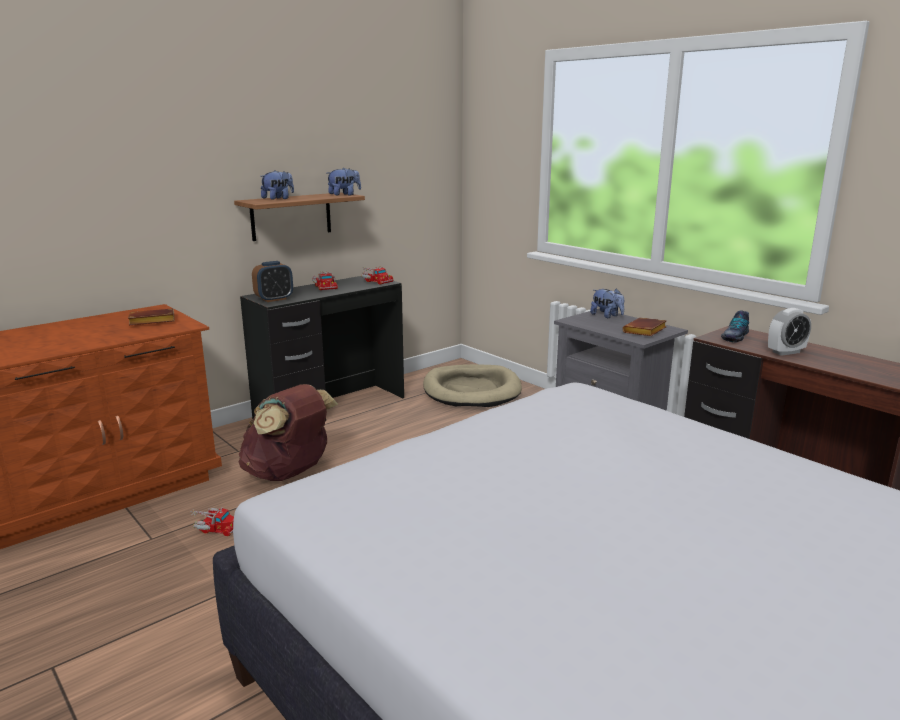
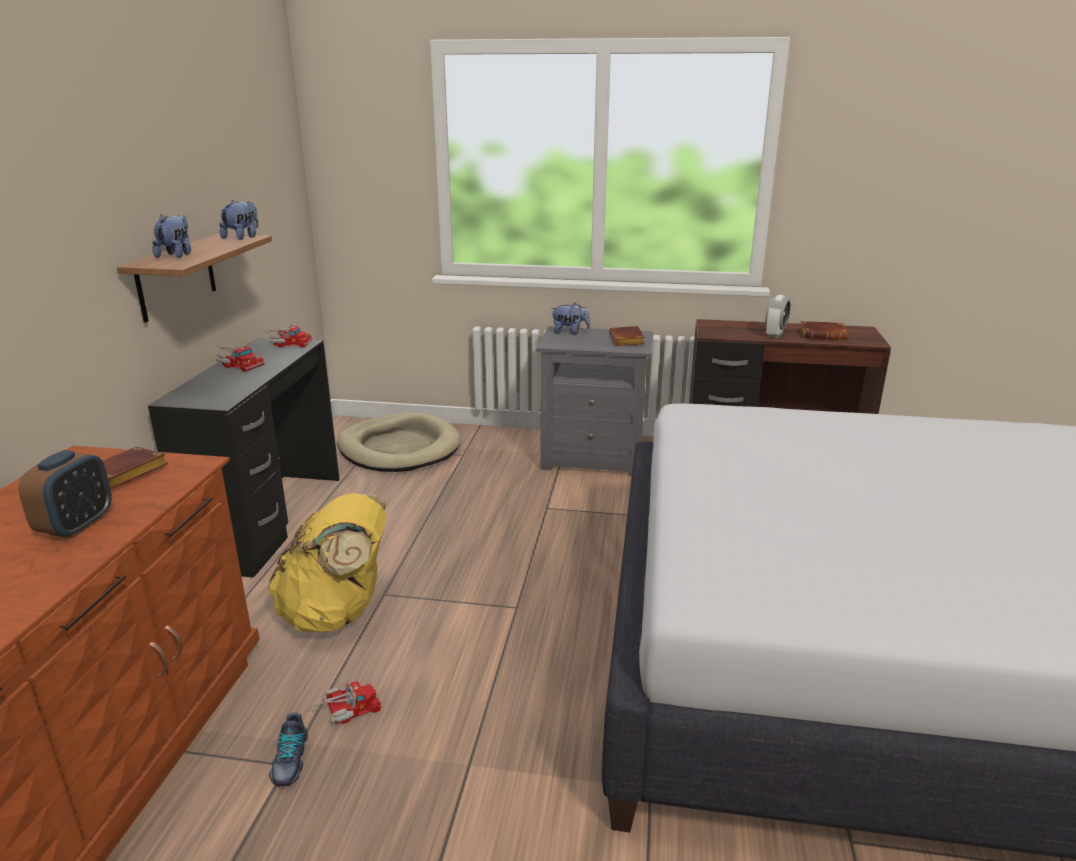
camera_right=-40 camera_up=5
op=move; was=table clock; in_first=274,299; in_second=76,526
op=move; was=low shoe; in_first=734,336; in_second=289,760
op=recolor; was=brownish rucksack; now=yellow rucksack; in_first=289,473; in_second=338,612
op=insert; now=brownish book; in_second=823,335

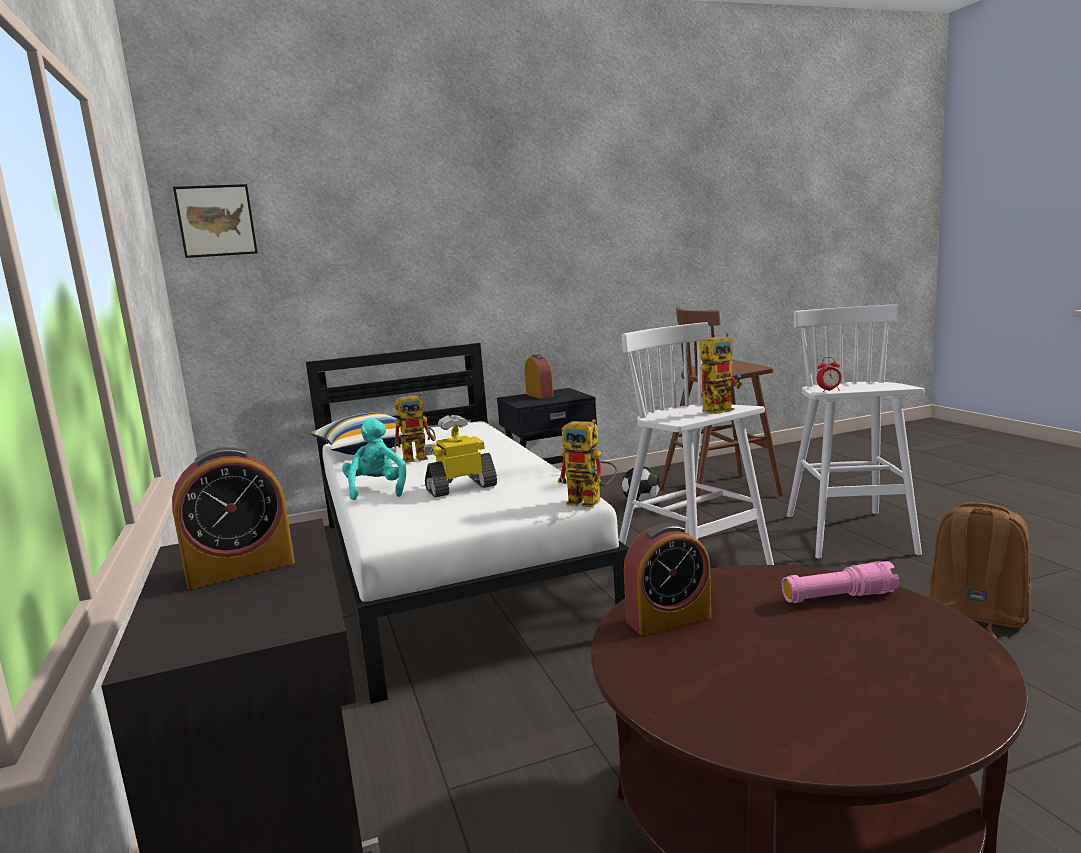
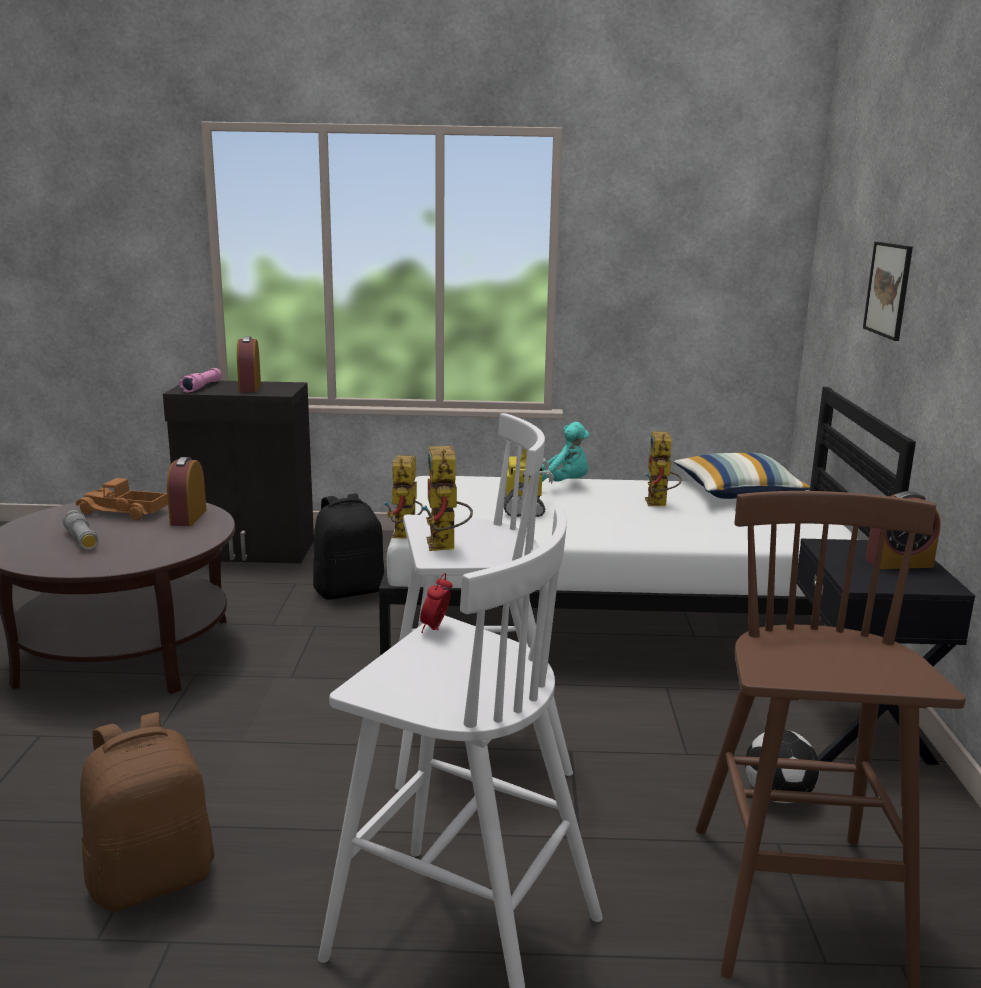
camera_right=110 camera_up=5
op=move; was=picture; in_first=216,221; in_second=888,289
op=rotate; was=robot figure; in_first=592,502; in_second=406,536; clockwise=-45
op=move; was=pinkish hand torch; in_first=838,597; in_second=202,387
op=insert; now=toy truck; in_second=123,512
op=insert; now=black-coloured rucksack; in_second=349,591
op=insert; now=grey hand torch; in_second=82,540

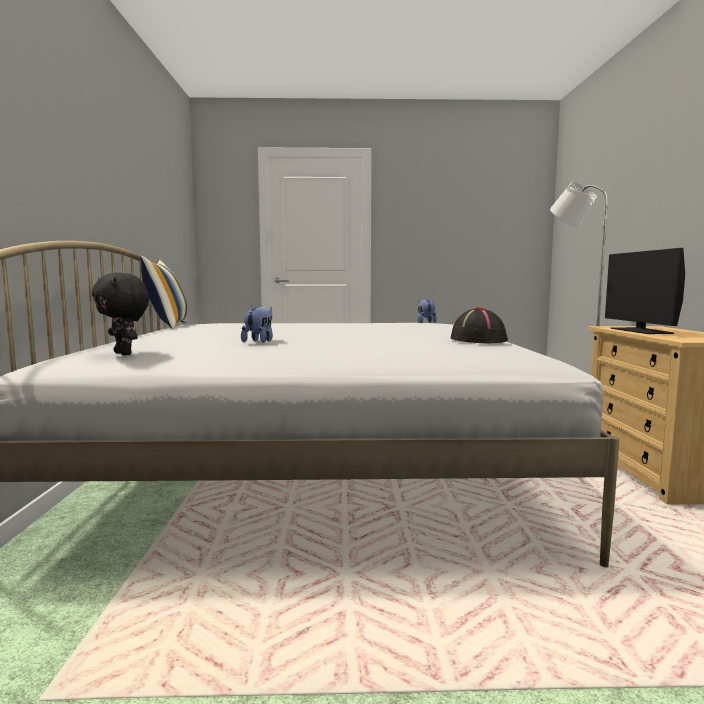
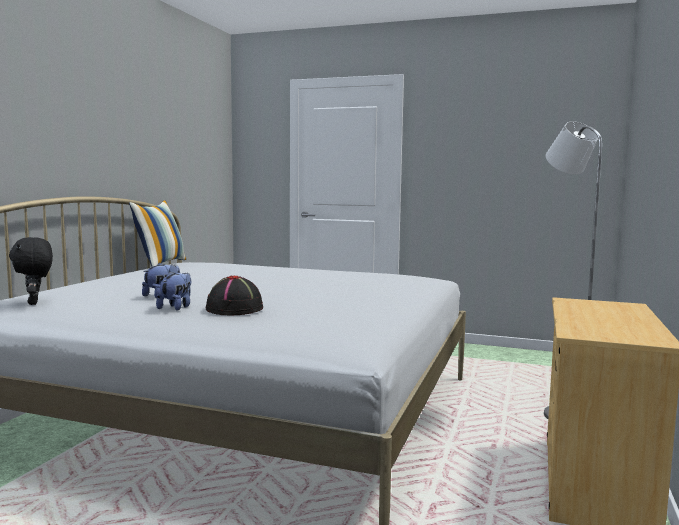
camera_right=20 camera_up=0
op=delete; was=computer display; in_first=640,331
op=move; was=soft toy; in_first=425,323; in_second=176,307
op=move; was=black-coloured clothing hat; in_first=477,340; in_second=235,309

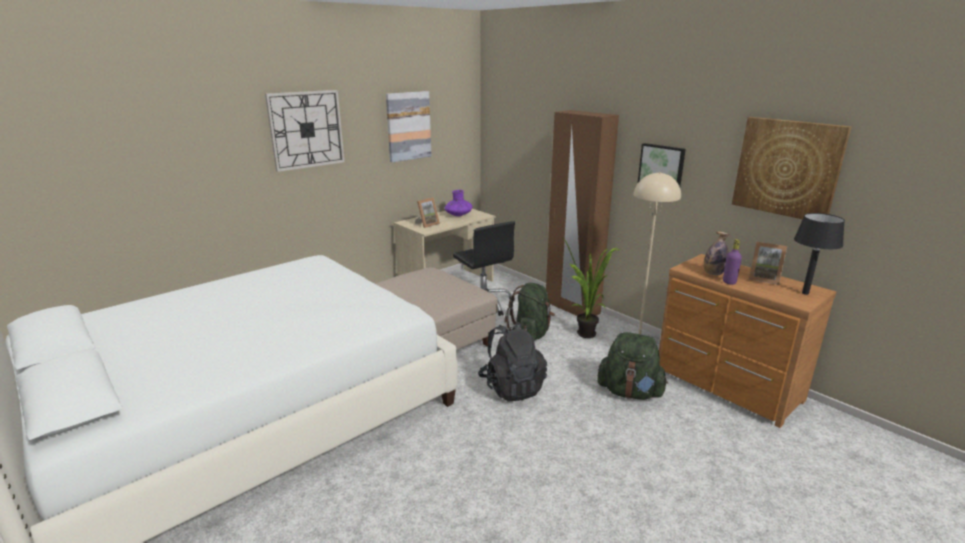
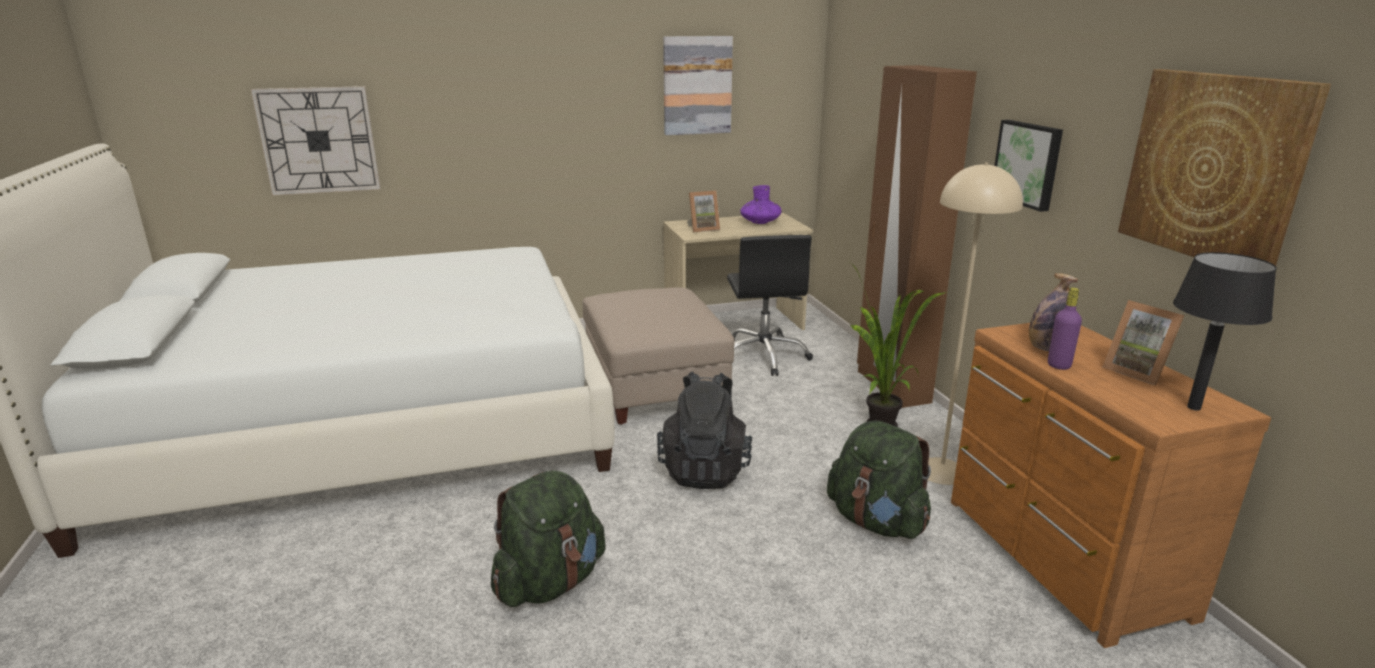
camera_right=25 camera_up=0
op=move; was=clock on the wall; in_first=306,130; in_second=318,140
op=move; was=greenish rucksack; in_first=531,334; in_second=550,582

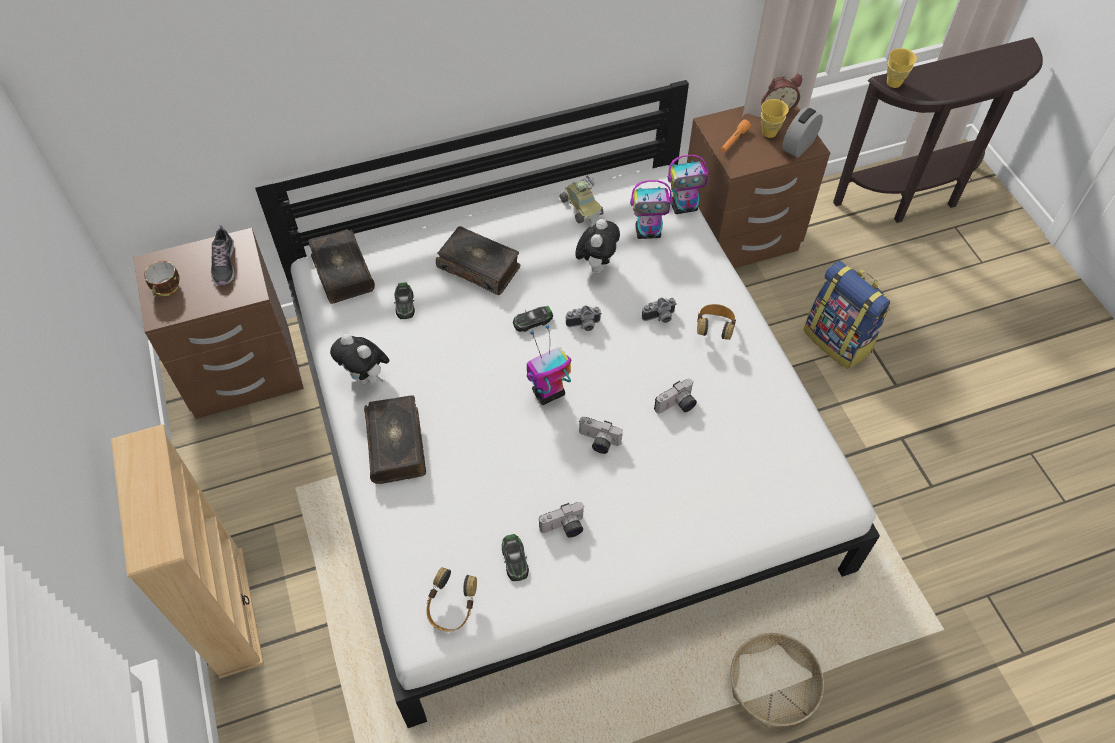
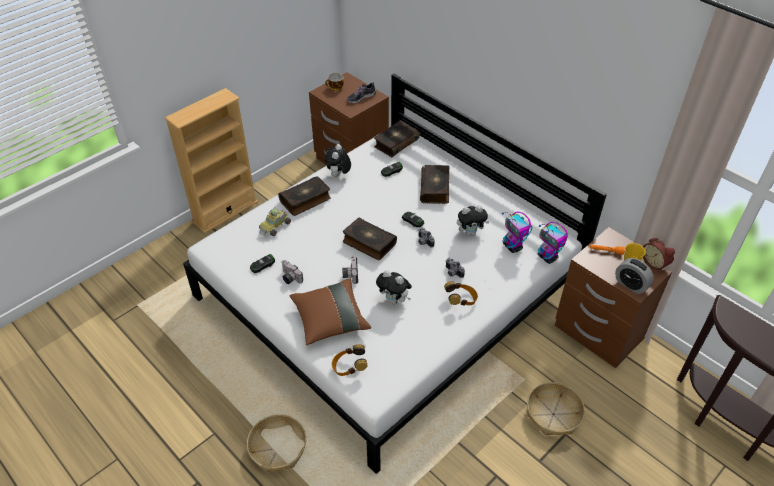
camera_right=65 camera_up=-10
op=delete; was=yellow drinking cup; in_first=893,83
op=rotate; was=table clock; in_first=798,146; in_second=631,285; clockwise=-150
op=move; was=miniature car; in_first=582,207; in_second=275,226
op=replace; was=rucksack; now=storage basket; in_first=838,341; in_second=553,414
op=replace; was=robot figure; now=book; in_first=548,394; in_second=368,243
op=replace; was=photo camera; now=soft toy; in_first=677,406; in_second=394,300
op=move; was=pair of headphones; in_first=452,608; in_second=349,367
op=insert; now=brownish cushion; in_second=330,319

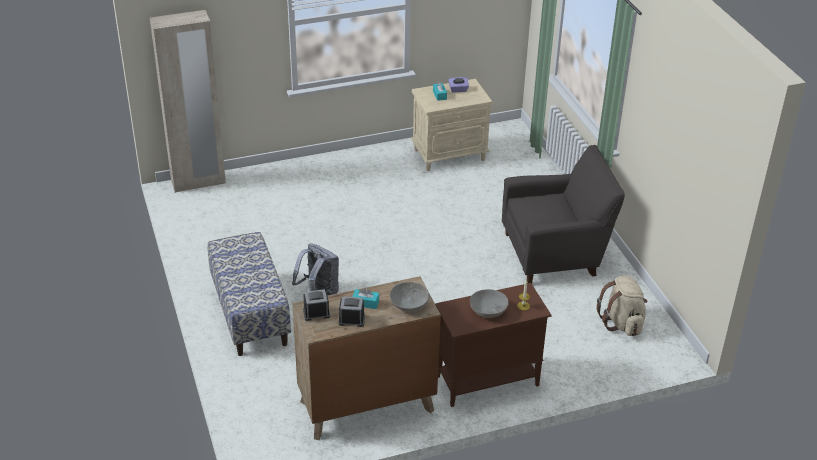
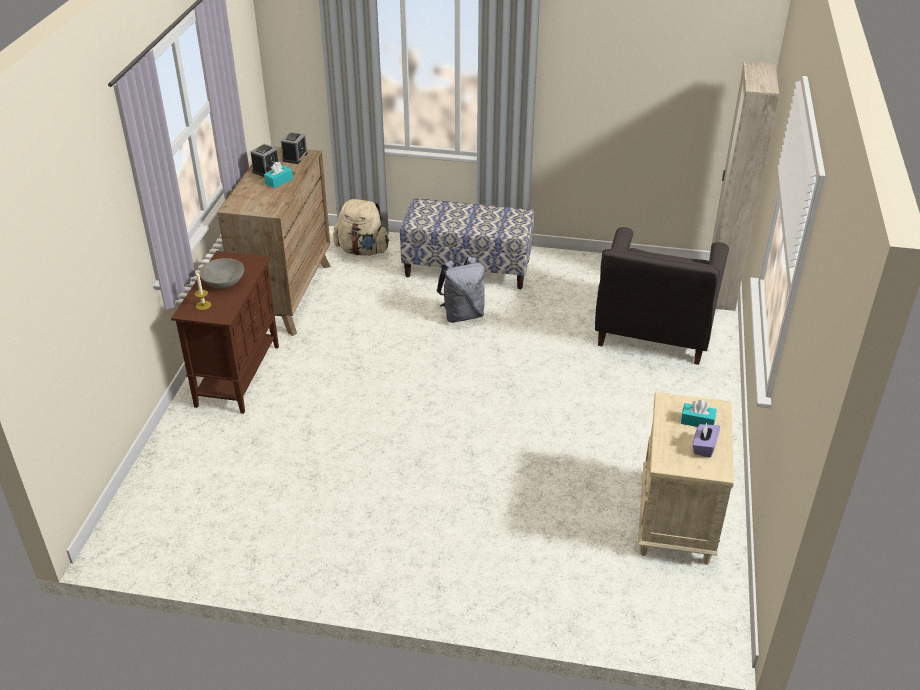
camera_right=120 camera_up=0
op=move; was=grey easy chair; in_first=555,253; in_second=653,334
op=move; was=beige rucksack; in_first=622,323; in_second=362,250
op=delete; was=grey bowl; in_first=409,304

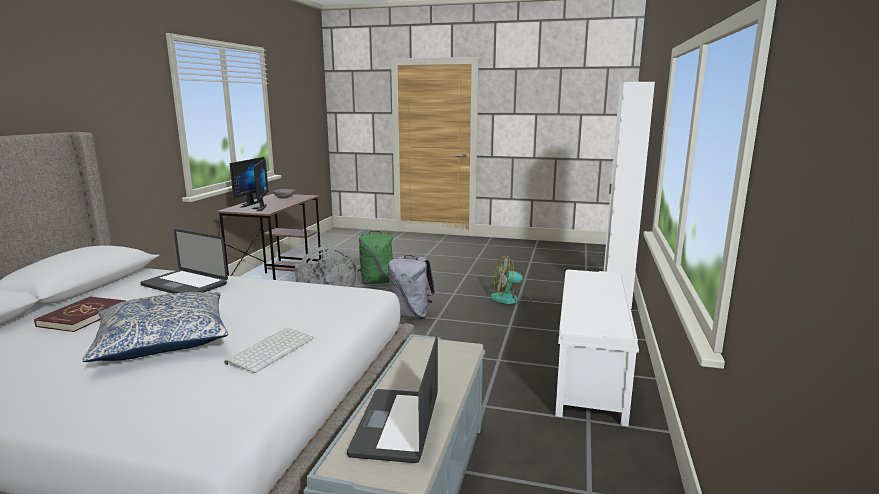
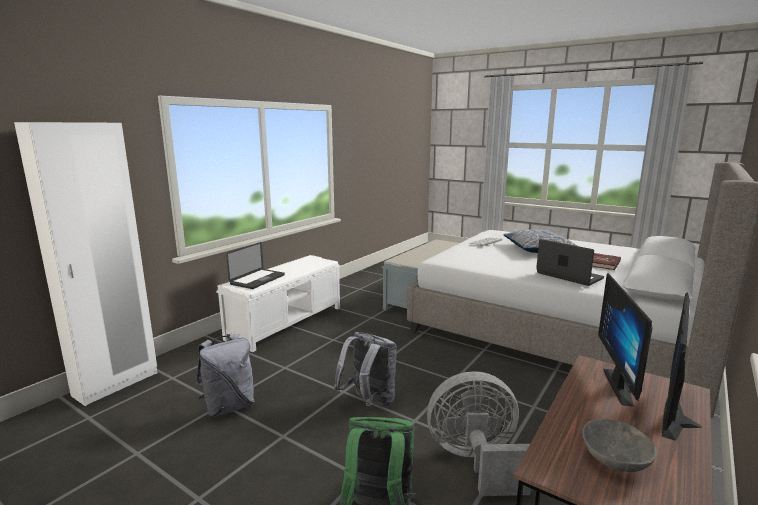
camera_right=-160 camera_up=0
op=replace; was=electric fan; now=grey rucksack; in_first=511,299; in_second=229,406
op=move; was=laptop; in_first=396,425; in_second=257,280

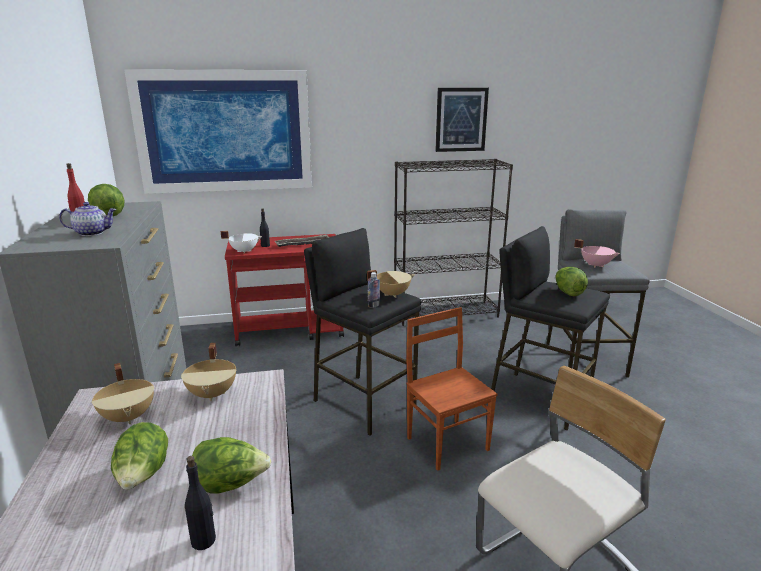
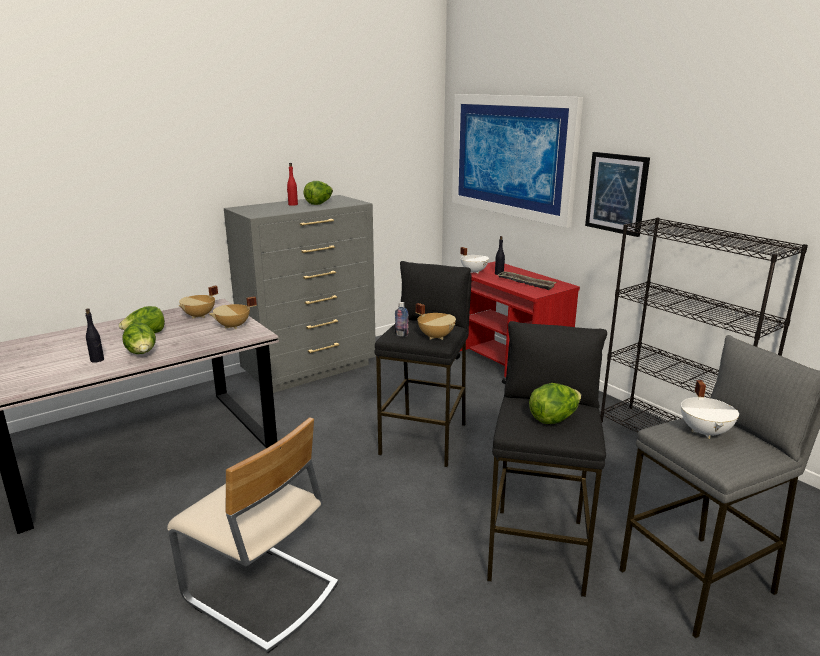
camera_right=65 camera_up=0
op=move; was=picture; in_first=461,119; in_second=616,193
op=delete; was=tea pot; in_first=92,233
op=recolor; was=pinkish cooking pot; now=whitish cooking pot; in_first=595,265; in_second=705,432
op=delete; was=brownish plain chair; in_first=447,443

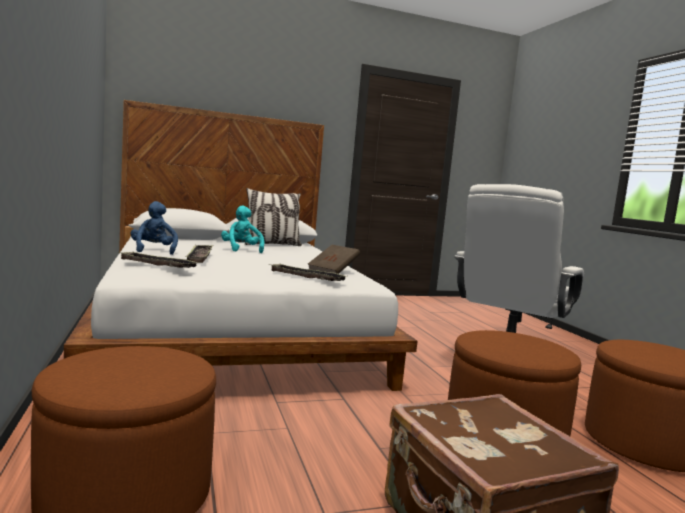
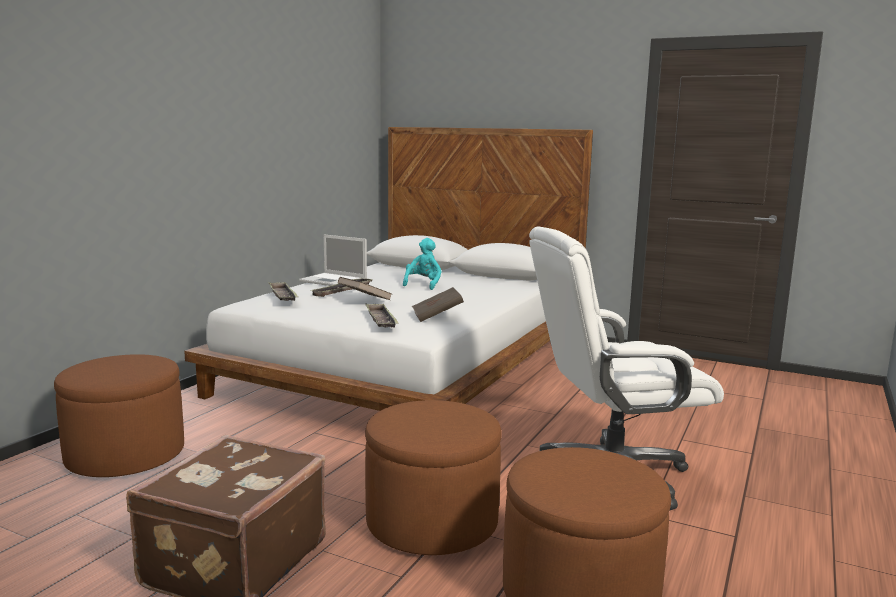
camera_right=45 camera_up=5
op=delete; was=cushion; in_first=272,245
op=replace; was=blue soft toy; now=laptop; in_first=153,250; in_second=334,281
op=insert; now=brownish book; in_second=365,300

